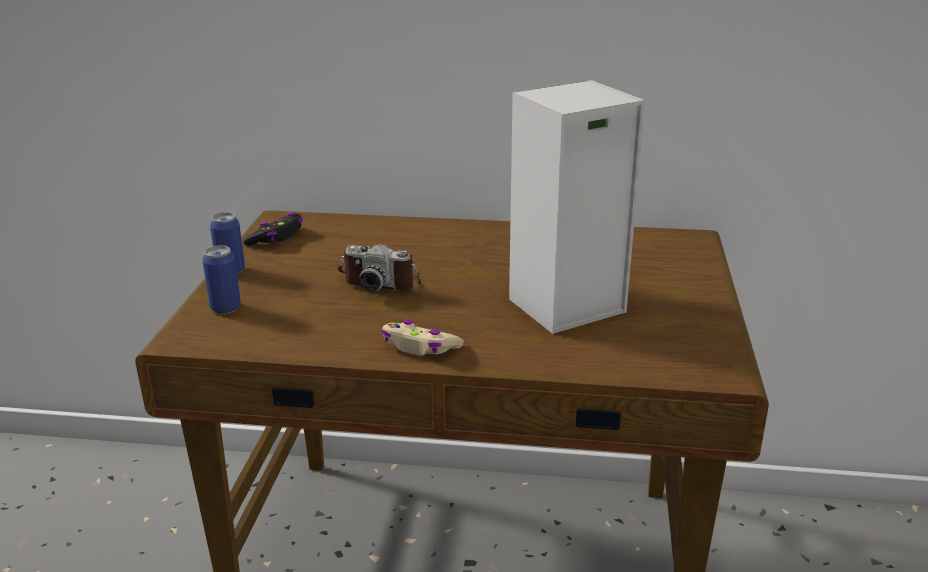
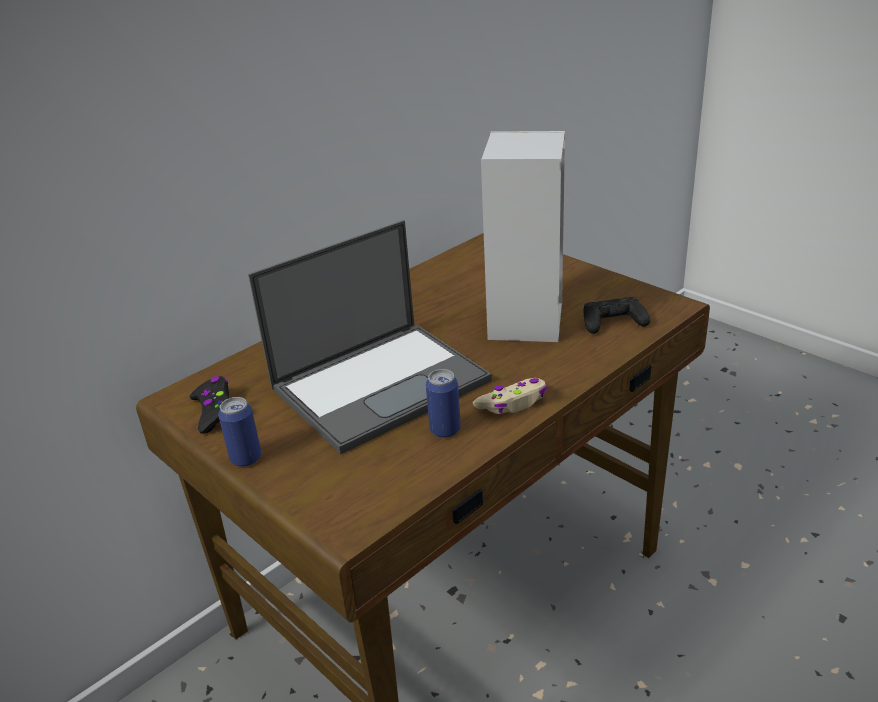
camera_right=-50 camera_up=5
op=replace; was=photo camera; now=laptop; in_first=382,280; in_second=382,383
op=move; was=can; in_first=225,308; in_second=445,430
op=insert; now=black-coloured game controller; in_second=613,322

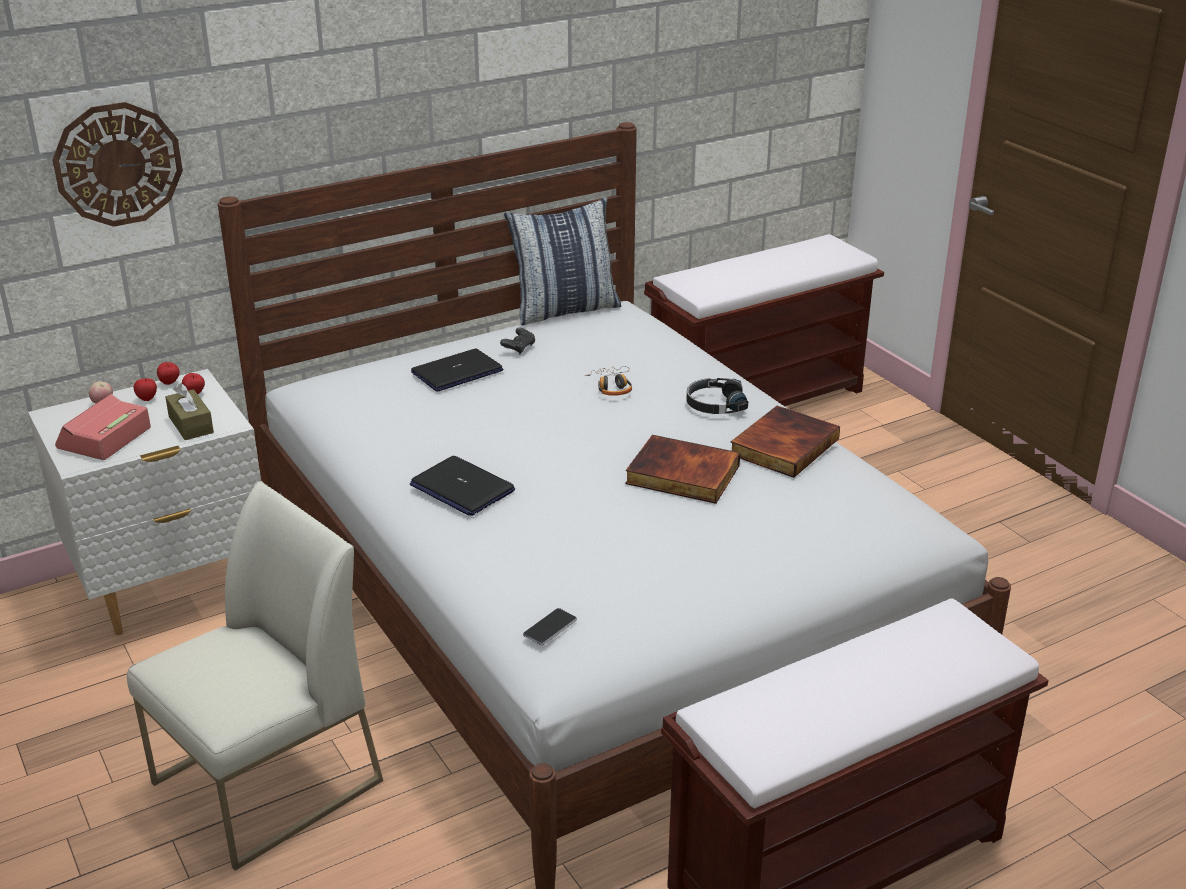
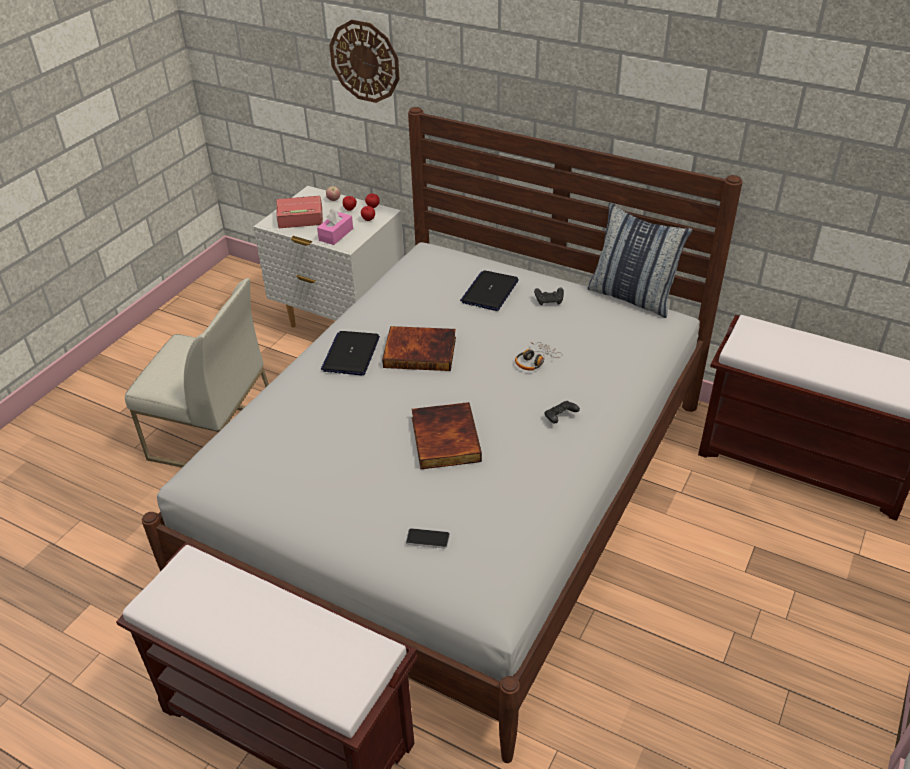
camera_right=60 camera_up=10
op=rotate; was=laptop; in_first=457,372; in_second=490,291; clockwise=-90
op=replace; was=black-coloured pair of headphones; now=black-coloured game controller; in_first=715,404; in_second=560,417
op=recolor; was=brownish box of tissues; now=pinkish box of tissues; in_first=191,425; in_second=336,234
op=move; was=book; in_first=783,446; in_second=420,351
op=move; was=telephone; in_first=550,628; in_second=428,539

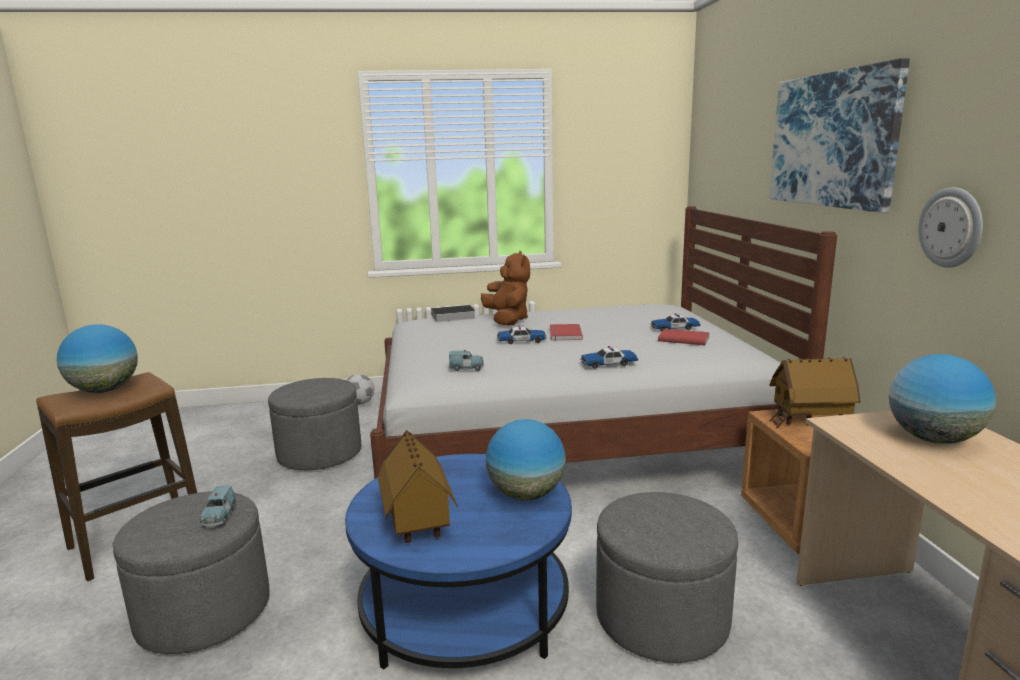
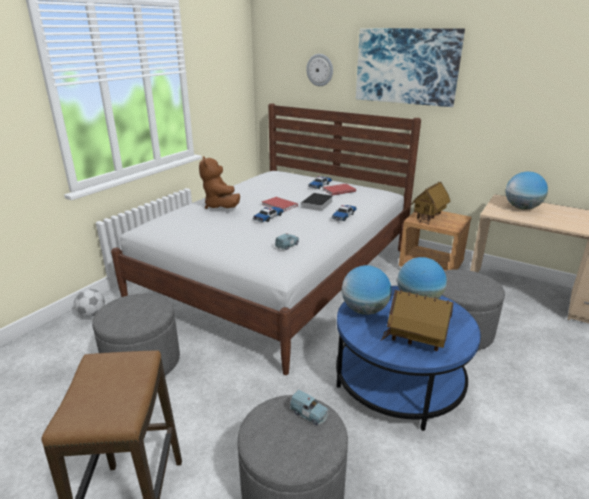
camera_right=-50 camera_up=10
op=move; was=clock on the wall; in_first=951,227; in_second=320,70
op=rotate; was=brownish soft toy; in_first=507,320; in_second=220,206; clockwise=-135
op=move; was=book; in_first=451,317; in_second=317,204
op=move; was=desk globe; in_first=104,390; in_second=364,310

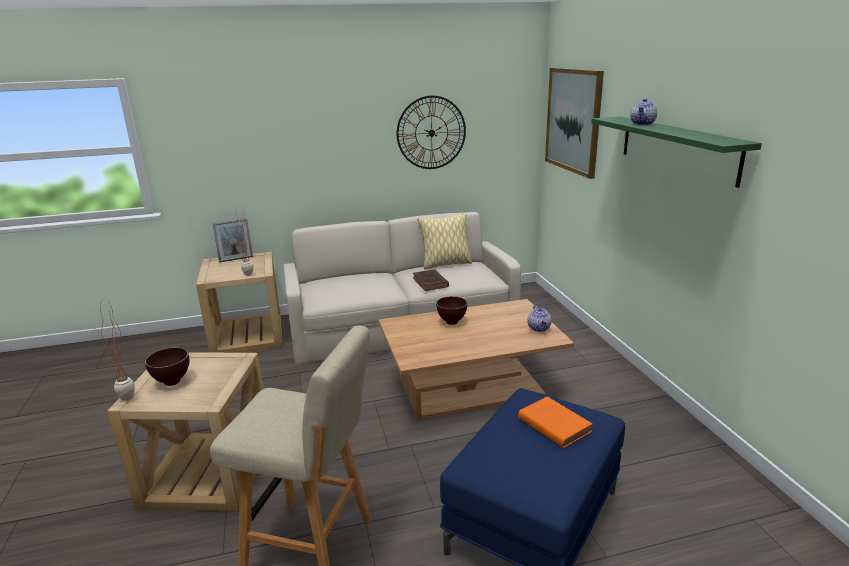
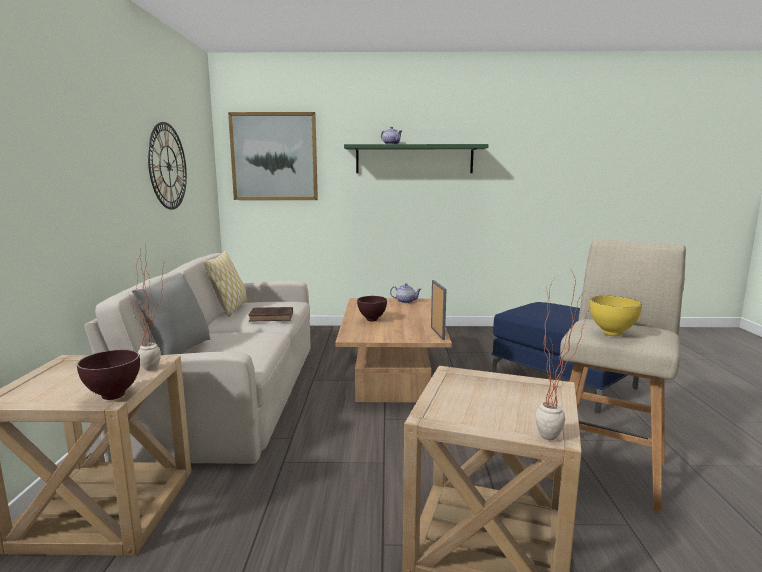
camera_right=-75 camera_up=-10
op=move; was=picture frame; in_first=236,259; in_second=437,333
op=move; was=brownish bowl; in_first=171,383; in_second=114,396
op=delete; was=orangey book; in_first=552,424
op=insert; now=grey cushion; in_second=178,352
op=insert; now=yellow bowl; in_second=611,333

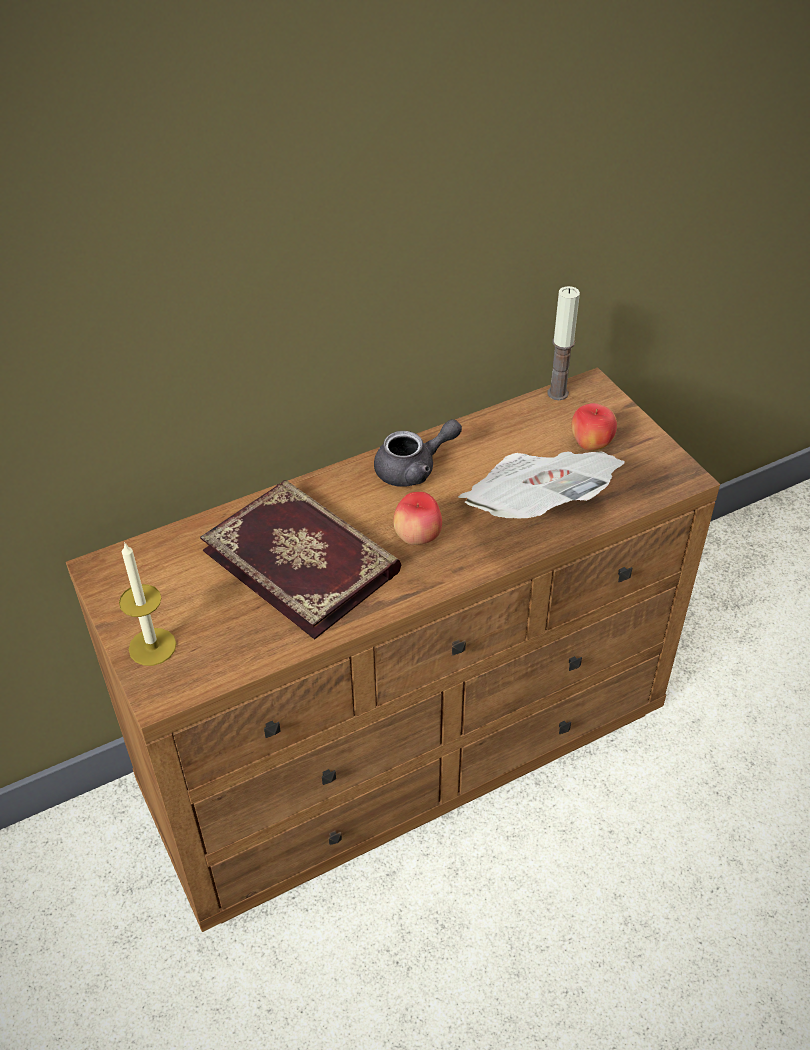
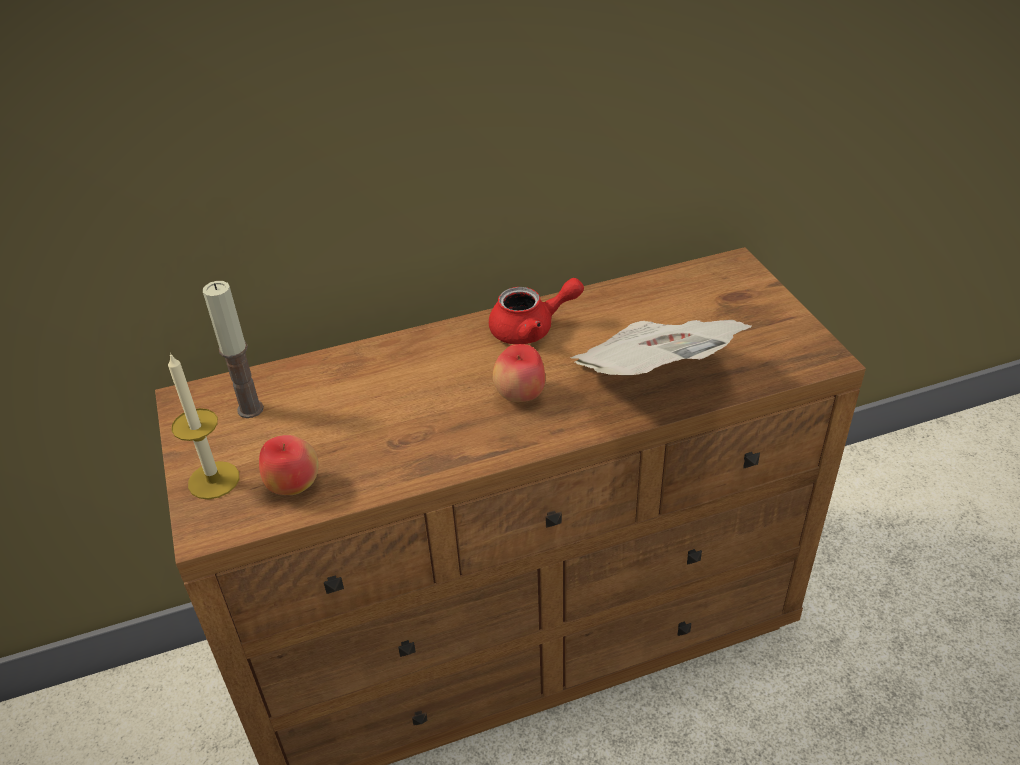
camera_right=10 camera_up=-5
op=move; was=wax light; in_first=557,393; in_second=250,409
op=move; was=apple; in_first=591,445; in_second=293,487
op=recolor; was=grey tea pot; now=red-coloured tea pot; in_first=414,469; in_second=531,329
op=delete; was=book; in_first=303,559

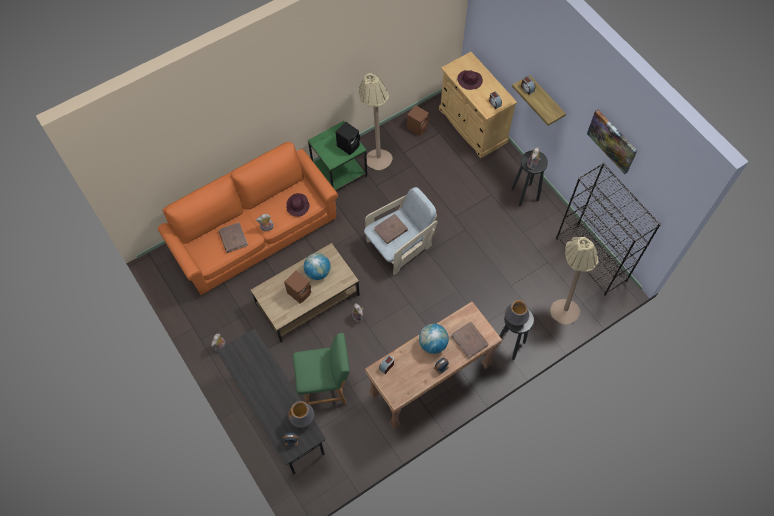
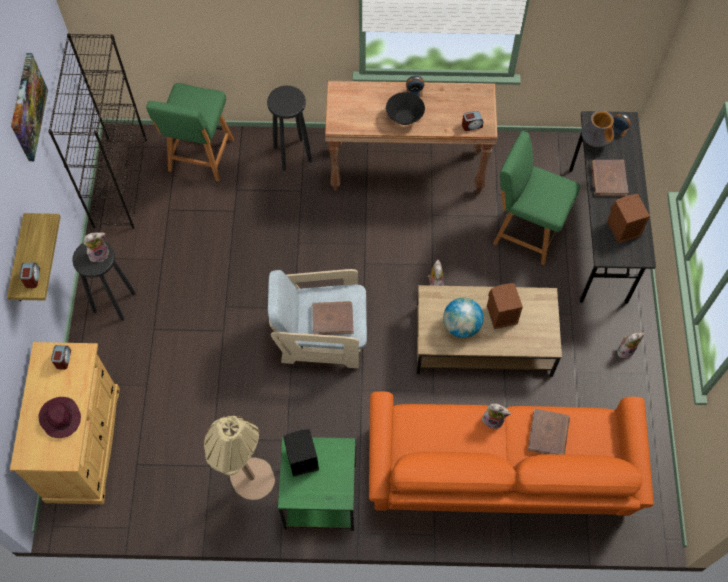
camera_right=-145 camera_up=0
op=move; was=brownish loudspeaker; in_first=417,127; in_second=622,229
op=delete; was=purple clothing hat; in_first=298,206
op=replace; was=beige standard lamp; now=greenish plain chair; in_first=562,305; in_second=200,157
op=delete; was=vase; in_first=515,318
op=move; was=brownish book; in_first=469,340; in_second=608,179
op=replace; was=desk globe; now=black-coloured bowl; in_first=432,344; in_second=404,117

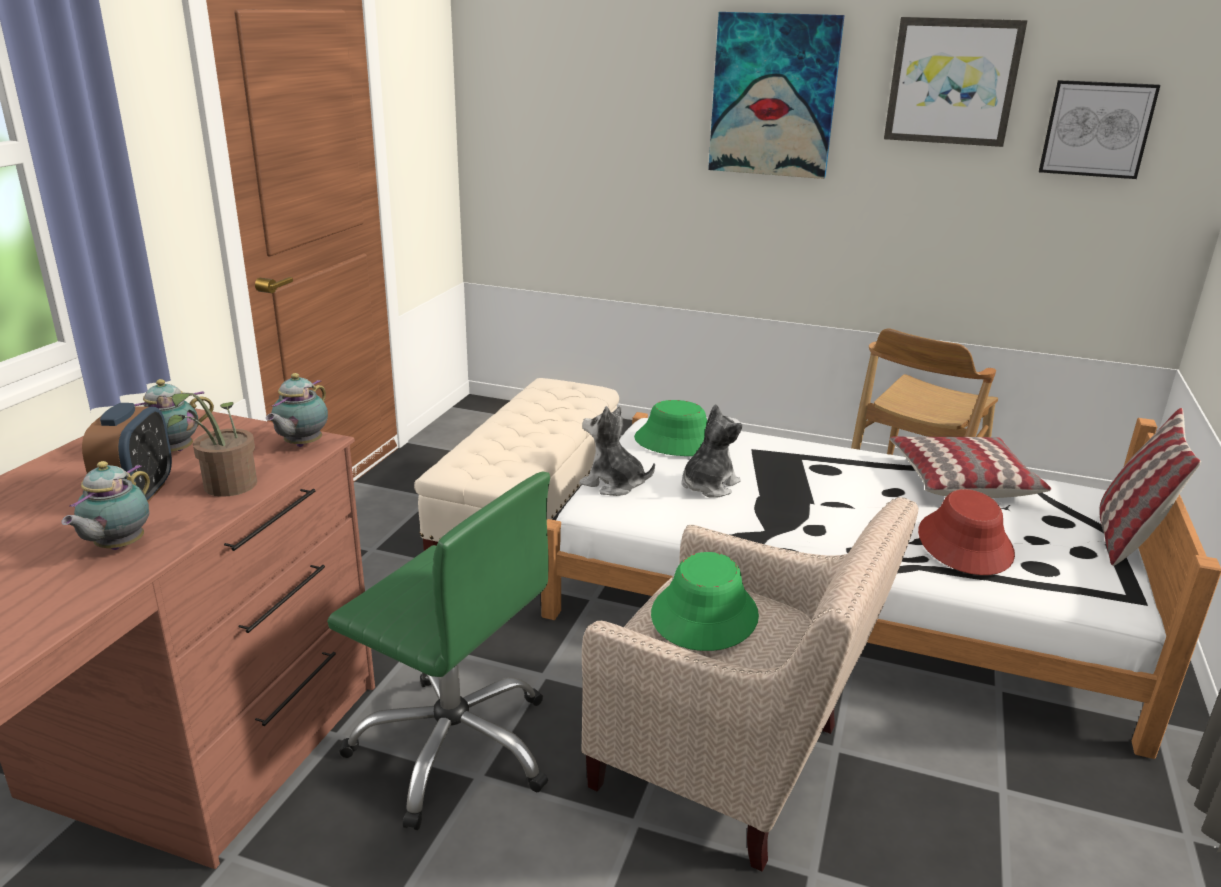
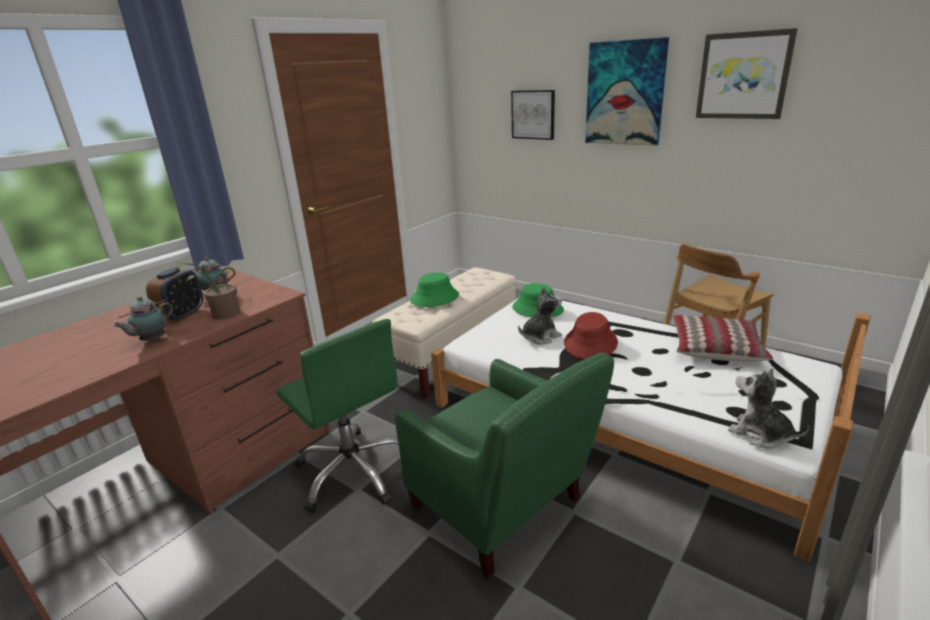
camera_right=20 camera_up=0
op=move; was=picture; in_first=1096,129; in_second=533,114
op=delete; was=tea pot; in_first=301,445
op=move; was=soft toy; in_first=613,484; in_second=760,434
op=delete; was=cushion; in_first=1127,537
op=move; was=red-coloured clothing hat; in_first=965,544; in_second=590,343
op=recolor; was=beige easy chair; now=greenish easy chair; in_first=733,766; in_second=502,510
op=move; was=greenish clothing hat; in_first=704,615; in_second=434,298

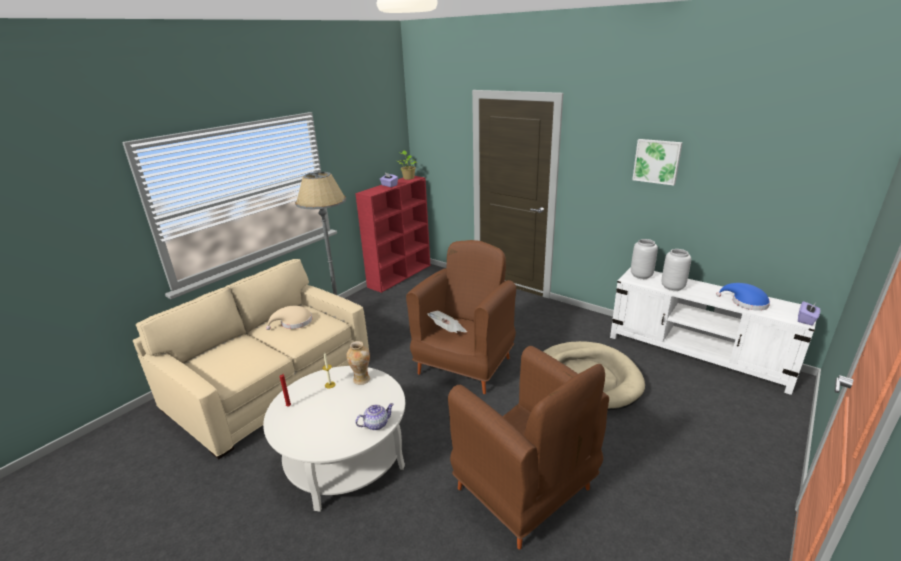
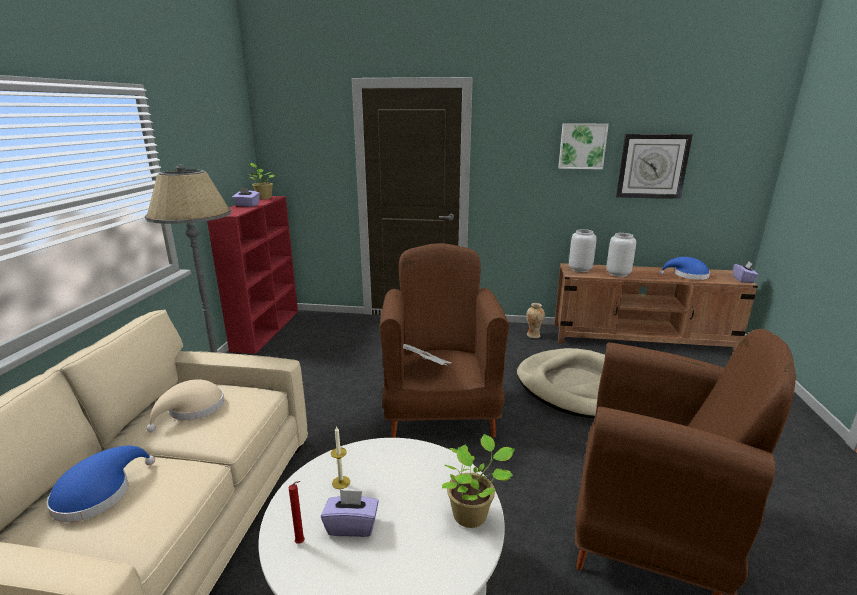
camera_right=-30 camera_up=-5
op=recolor; was=whitish tv stand; now=brownish tv stand; in_first=698,353; in_second=641,339
op=move; was=vase; in_first=361,380; in_second=533,335
op=replace; was=tea pot; now=houseplant; in_first=376,424; in_second=472,514
op=insert; now=clock on the wall; in_second=652,166
op=insert; now=blue clothing hat; in_second=98,494
op=insert; now=purple box of tissues; in_second=352,526

